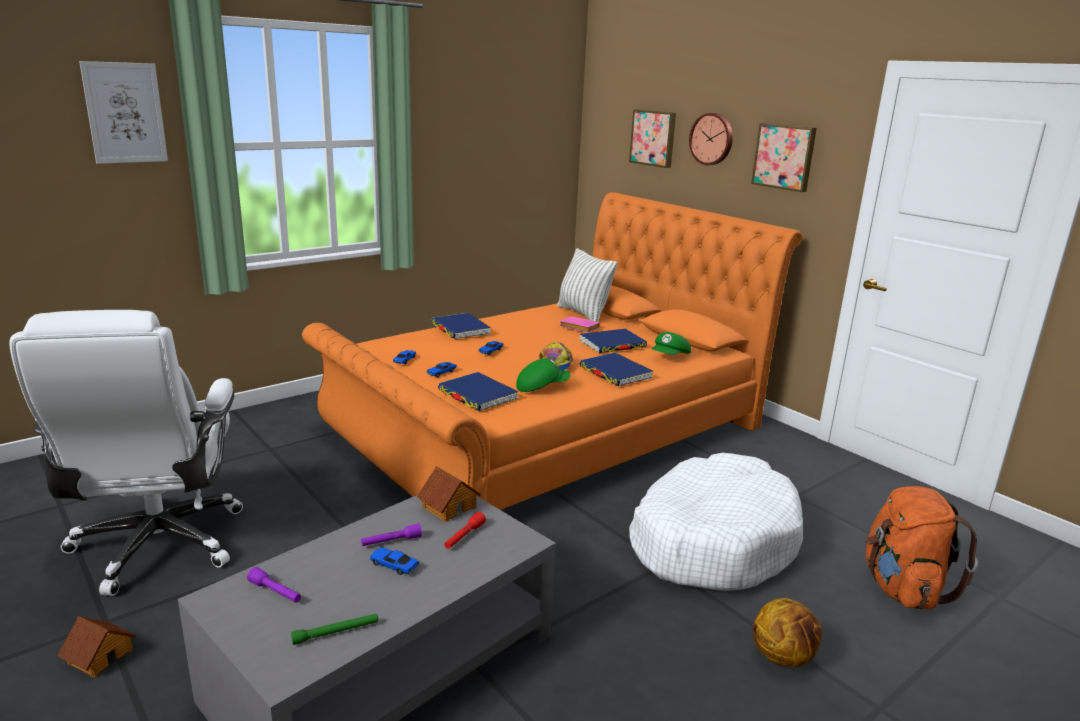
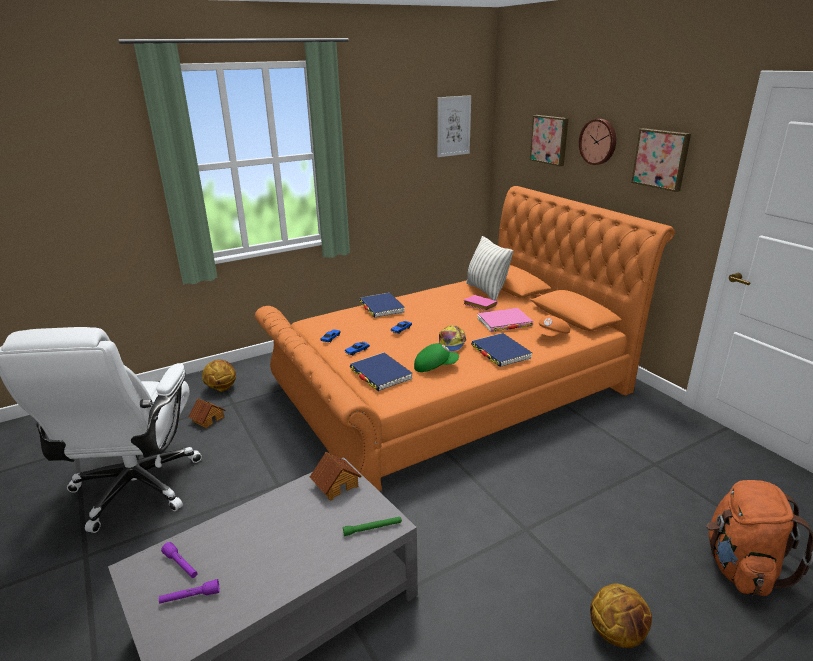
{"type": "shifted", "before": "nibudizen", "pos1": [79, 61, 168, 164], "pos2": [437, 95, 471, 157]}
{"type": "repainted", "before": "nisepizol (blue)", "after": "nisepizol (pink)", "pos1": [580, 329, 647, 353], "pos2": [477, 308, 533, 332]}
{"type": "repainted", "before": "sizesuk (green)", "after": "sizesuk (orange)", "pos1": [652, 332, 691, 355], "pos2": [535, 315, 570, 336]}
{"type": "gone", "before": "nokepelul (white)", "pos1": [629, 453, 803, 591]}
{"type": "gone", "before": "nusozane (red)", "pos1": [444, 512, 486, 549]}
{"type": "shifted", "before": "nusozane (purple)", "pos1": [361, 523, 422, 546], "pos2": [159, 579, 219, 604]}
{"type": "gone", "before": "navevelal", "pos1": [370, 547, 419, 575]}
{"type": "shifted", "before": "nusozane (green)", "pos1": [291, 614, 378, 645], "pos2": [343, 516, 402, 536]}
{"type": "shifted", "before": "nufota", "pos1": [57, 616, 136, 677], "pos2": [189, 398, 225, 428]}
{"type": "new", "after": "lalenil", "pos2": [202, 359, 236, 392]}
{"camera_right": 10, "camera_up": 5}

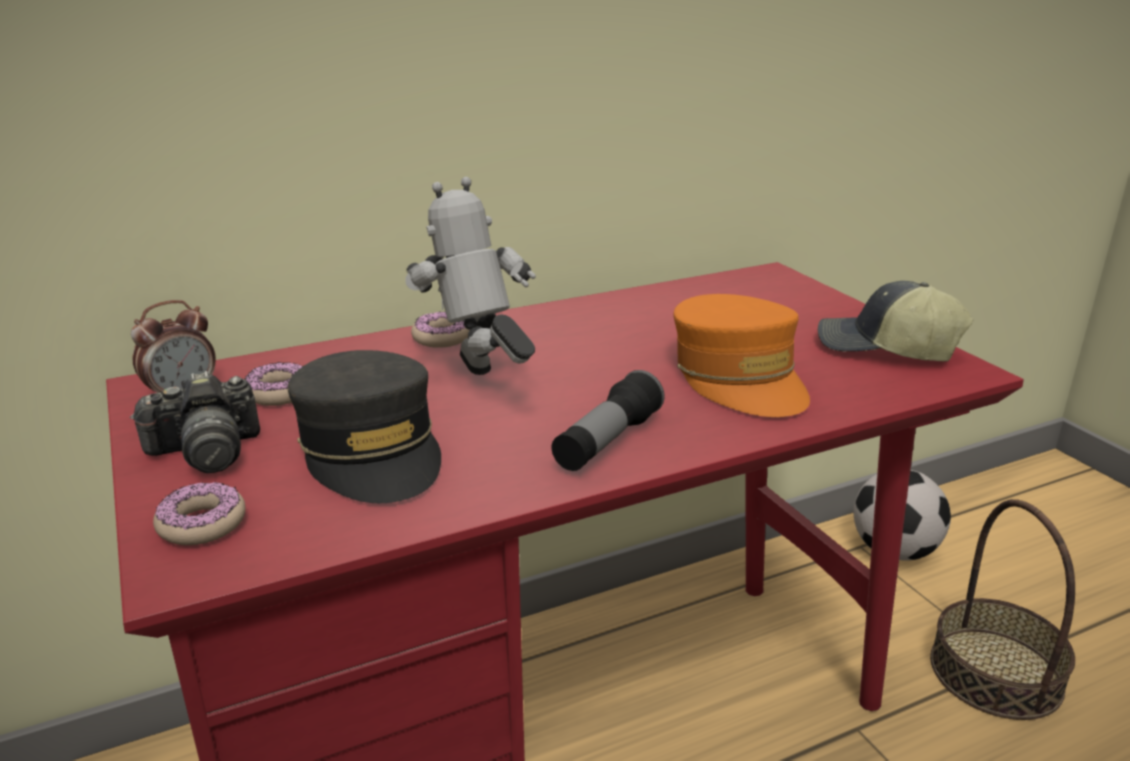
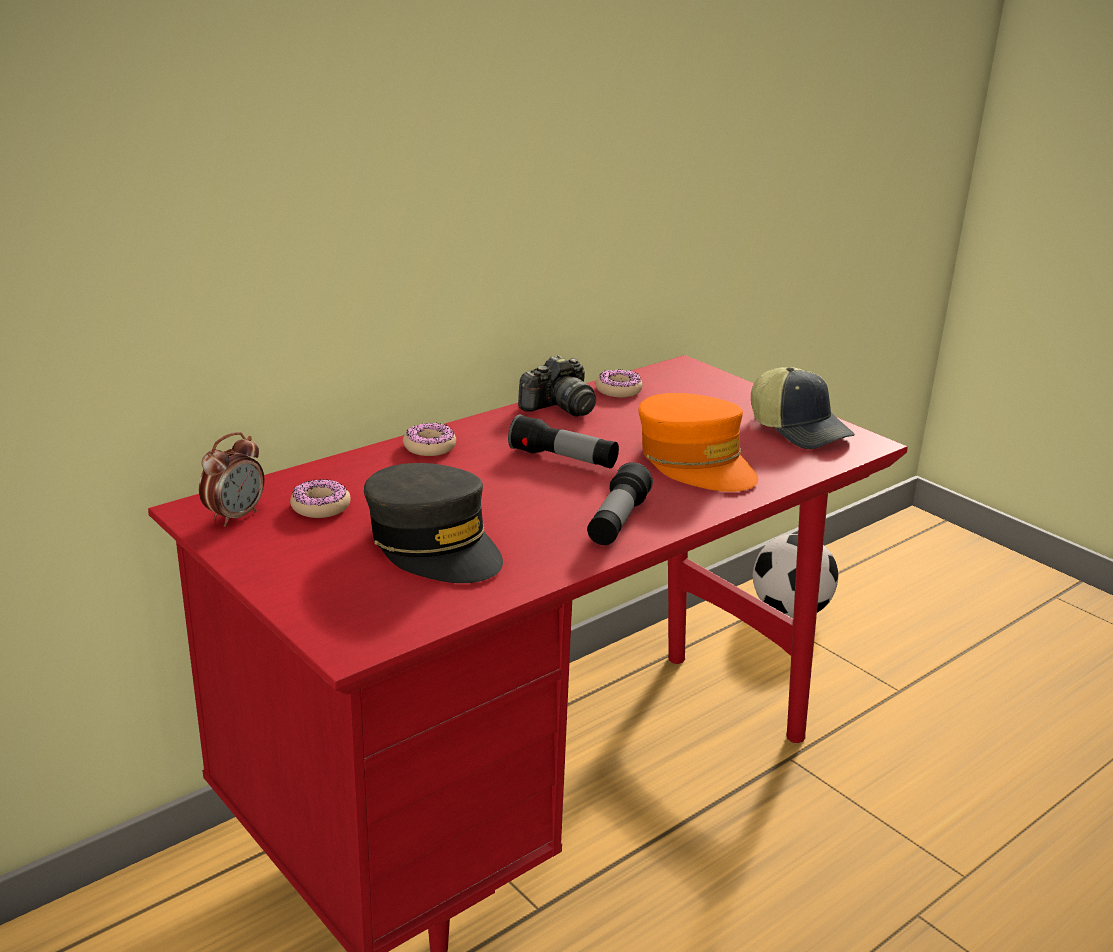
{"type": "gone", "before": "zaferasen", "pos1": [405, 177, 536, 375]}
{"type": "rotated", "before": "sizesuk", "pos1": [818, 281, 974, 361], "pos2": [751, 367, 855, 449], "turn": -135}
{"type": "shifted", "before": "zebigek", "pos1": [130, 371, 260, 473], "pos2": [518, 355, 596, 416]}
{"type": "shifted", "before": "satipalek", "pos1": [153, 482, 245, 545], "pos2": [595, 370, 643, 397]}
{"type": "gone", "before": "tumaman", "pos1": [930, 499, 1075, 720]}
{"type": "new", "after": "nusozane", "pos2": [508, 414, 619, 468]}
{"camera_right": -15, "camera_up": 0}

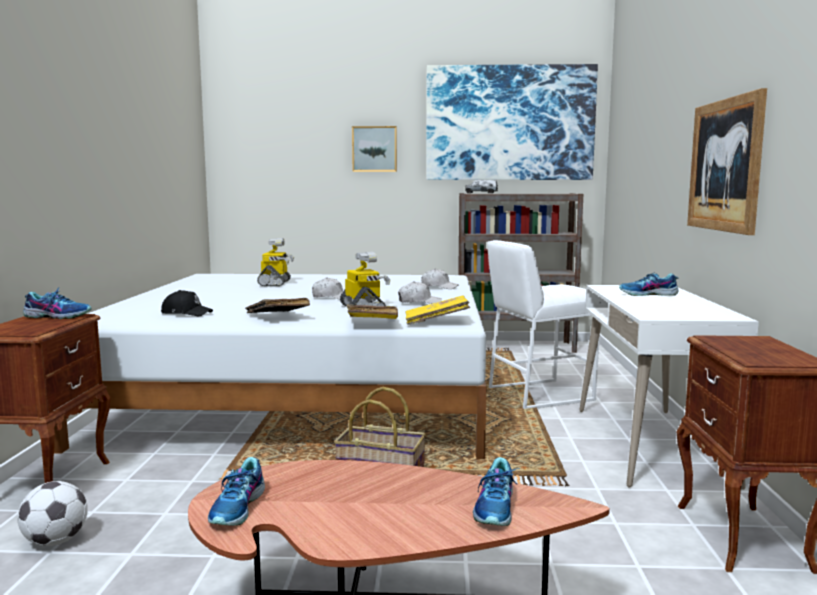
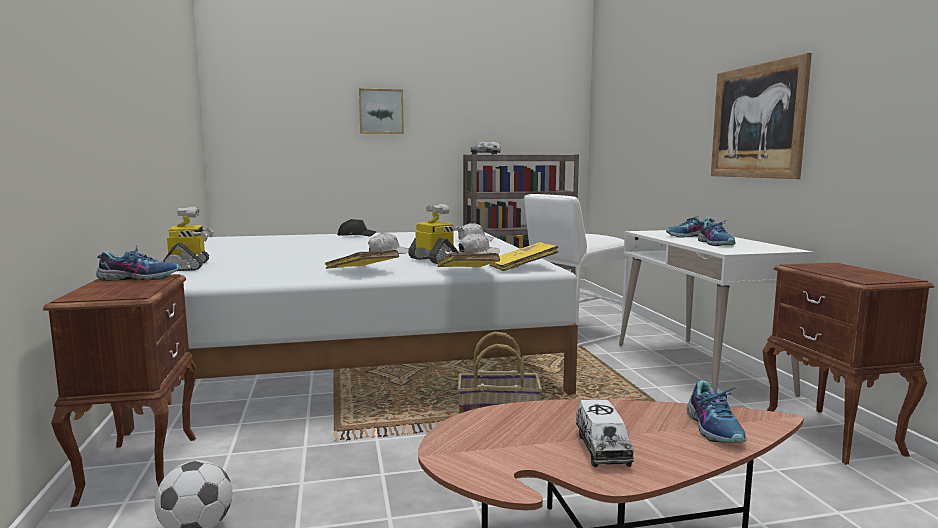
{"type": "gone", "before": "nibudizen", "pos1": [426, 64, 598, 180]}
{"type": "shifted", "before": "zaferasen", "pos1": [257, 238, 294, 286], "pos2": [163, 207, 213, 271]}
{"type": "shifted", "before": "sizesuk (black)", "pos1": [161, 290, 213, 317], "pos2": [337, 219, 376, 236]}
{"type": "repainted", "before": "nisepizol (black)", "after": "nisepizol (yellow)", "pos1": [245, 298, 310, 313], "pos2": [325, 249, 399, 269]}
{"type": "shifted", "before": "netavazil", "pos1": [208, 457, 265, 526], "pos2": [698, 220, 736, 246]}
{"type": "new", "after": "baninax", "pos2": [576, 399, 634, 467]}
{"camera_right": -15, "camera_up": 0}

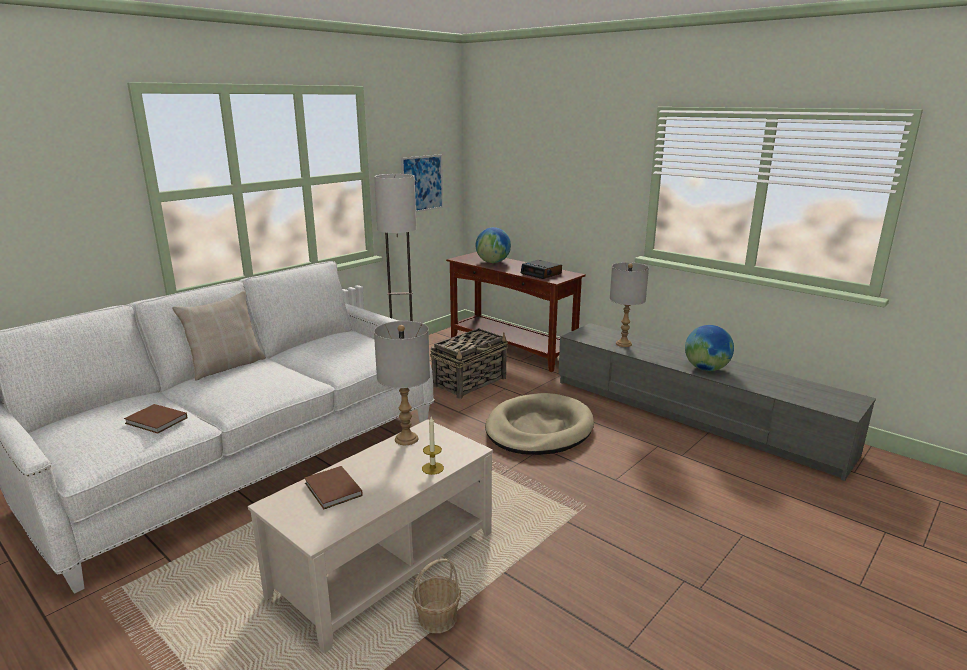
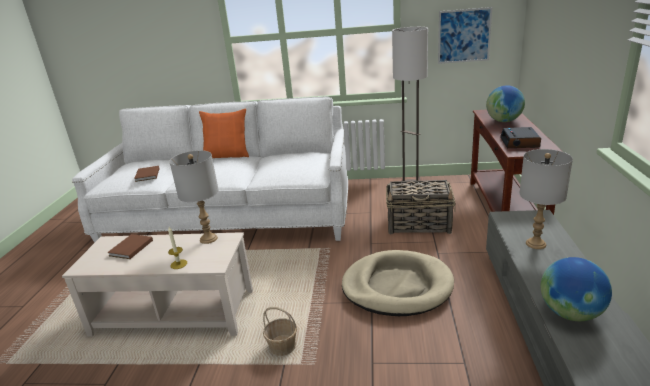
{"type": "repainted", "before": "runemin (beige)", "after": "runemin (orange)", "pos1": [172, 291, 266, 381], "pos2": [199, 109, 249, 158]}
{"type": "shifted", "before": "tumaman", "pos1": [412, 559, 461, 633], "pos2": [263, 307, 297, 356]}
{"camera_right": 55, "camera_up": 5}

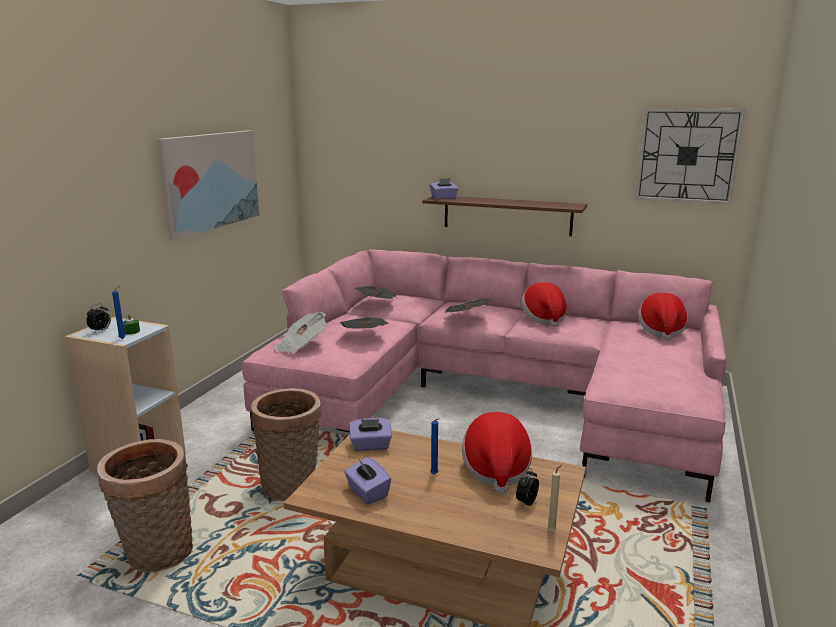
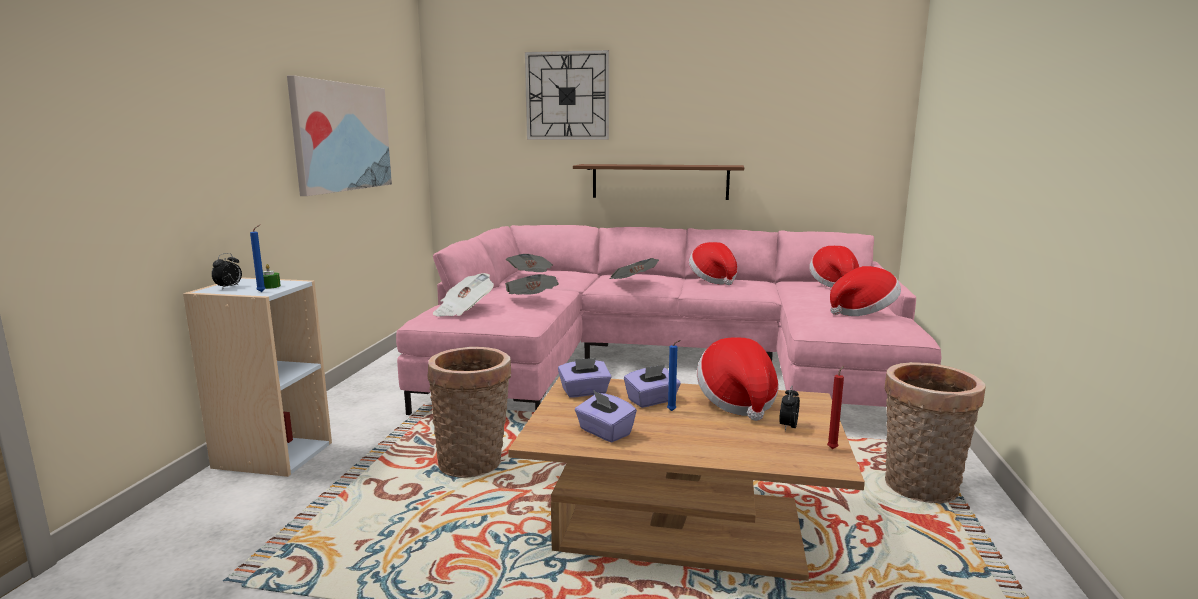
{"type": "shifted", "before": "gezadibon", "pos1": [635, 108, 745, 205], "pos2": [525, 50, 609, 140]}
{"type": "shifted", "before": "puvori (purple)", "pos1": [430, 178, 459, 199], "pos2": [624, 365, 681, 408]}
{"type": "shifted", "before": "tumaman", "pos1": [97, 439, 193, 573], "pos2": [884, 362, 986, 504]}
{"type": "repainted", "before": "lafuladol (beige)", "after": "lafuladol (red)", "pos1": [547, 464, 562, 532], "pos2": [827, 366, 844, 449]}
{"type": "new", "after": "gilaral", "pos2": [830, 266, 901, 316]}
{"camera_right": -10, "camera_up": -5}

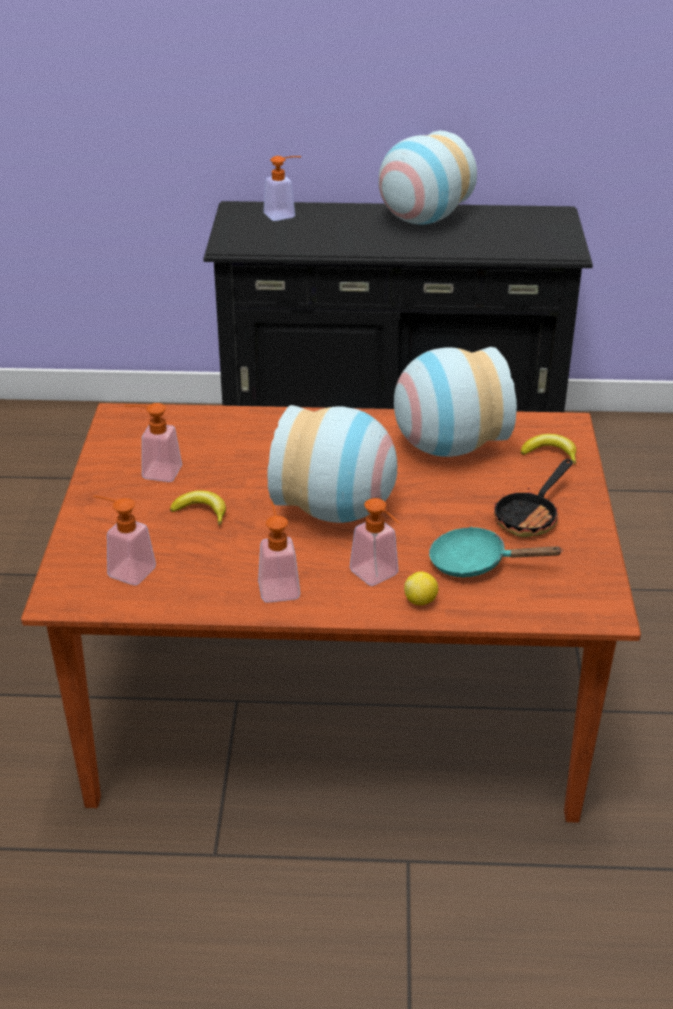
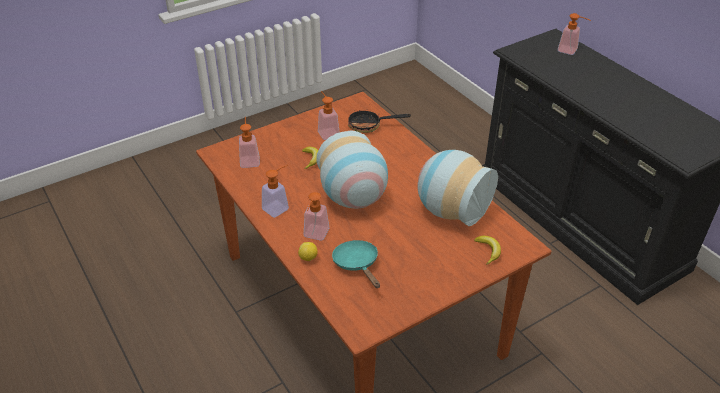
{"type": "gone", "before": "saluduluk", "pos1": [378, 130, 477, 225]}
{"type": "shifted", "before": "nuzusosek", "pos1": [494, 459, 573, 537], "pos2": [348, 109, 411, 133]}
{"camera_right": 55, "camera_up": 5}

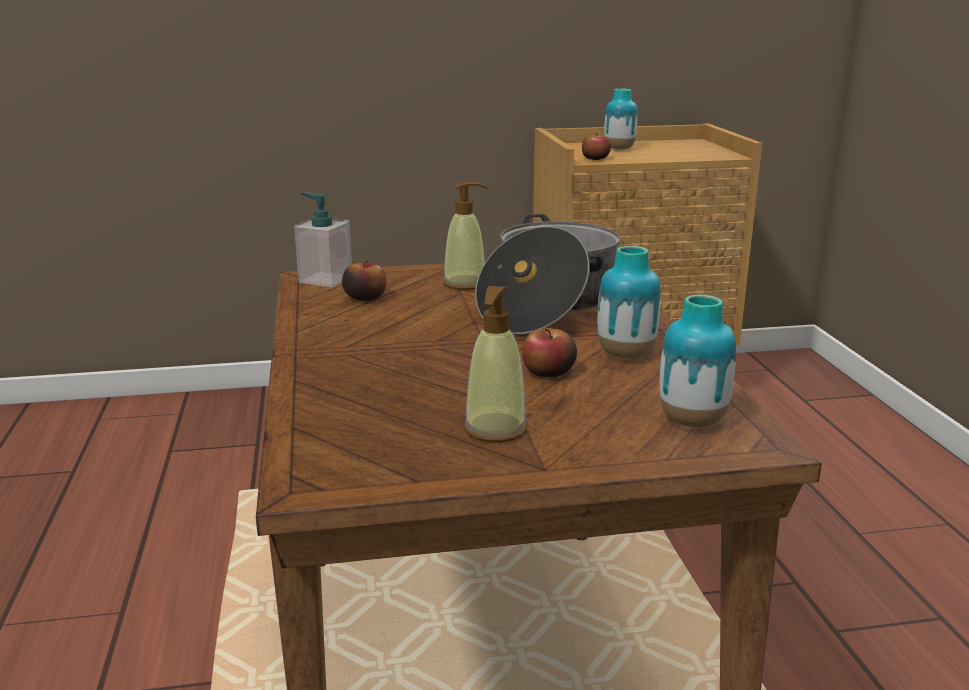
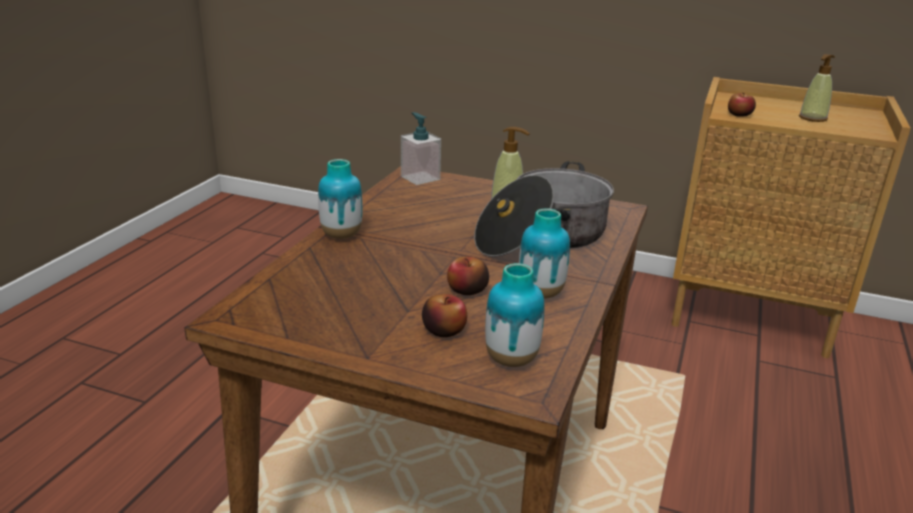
{"type": "shifted", "before": "saluduluk", "pos1": [604, 89, 638, 150], "pos2": [318, 159, 363, 239]}
{"type": "shifted", "before": "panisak", "pos1": [342, 260, 387, 301], "pos2": [422, 294, 467, 337]}
{"type": "shifted", "before": "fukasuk", "pos1": [464, 286, 527, 442], "pos2": [799, 54, 835, 122]}
{"camera_right": 30, "camera_up": 5}

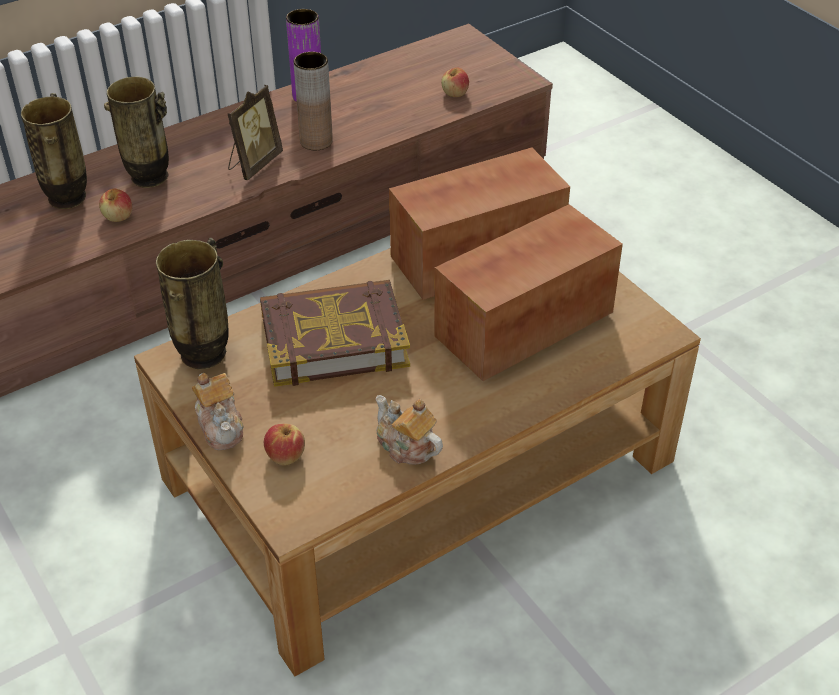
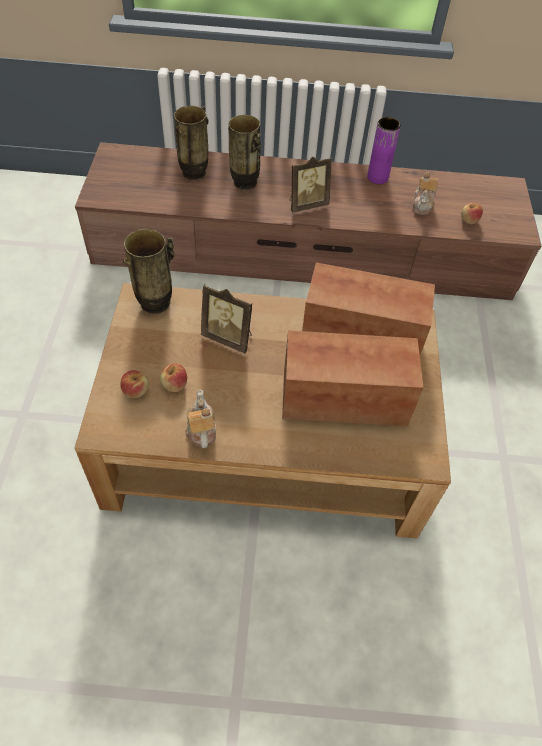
{"type": "gone", "before": "saluduluk (brown)", "pos1": [293, 52, 333, 150]}
{"type": "shifted", "before": "panisak", "pos1": [99, 188, 132, 222], "pos2": [160, 363, 187, 392]}
{"type": "swapped", "before": "nisepizol", "after": "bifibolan", "pos1": [260, 280, 410, 387], "pos2": [201, 284, 252, 353]}
{"type": "shifted", "before": "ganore", "pos1": [191, 373, 243, 450], "pos2": [412, 172, 438, 215]}
{"camera_right": 35, "camera_up": 10}

